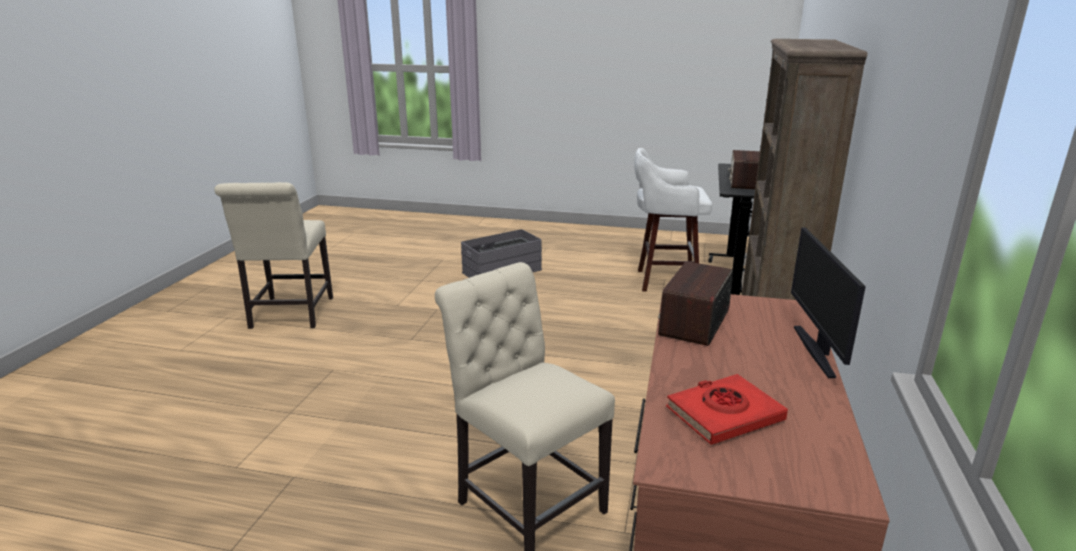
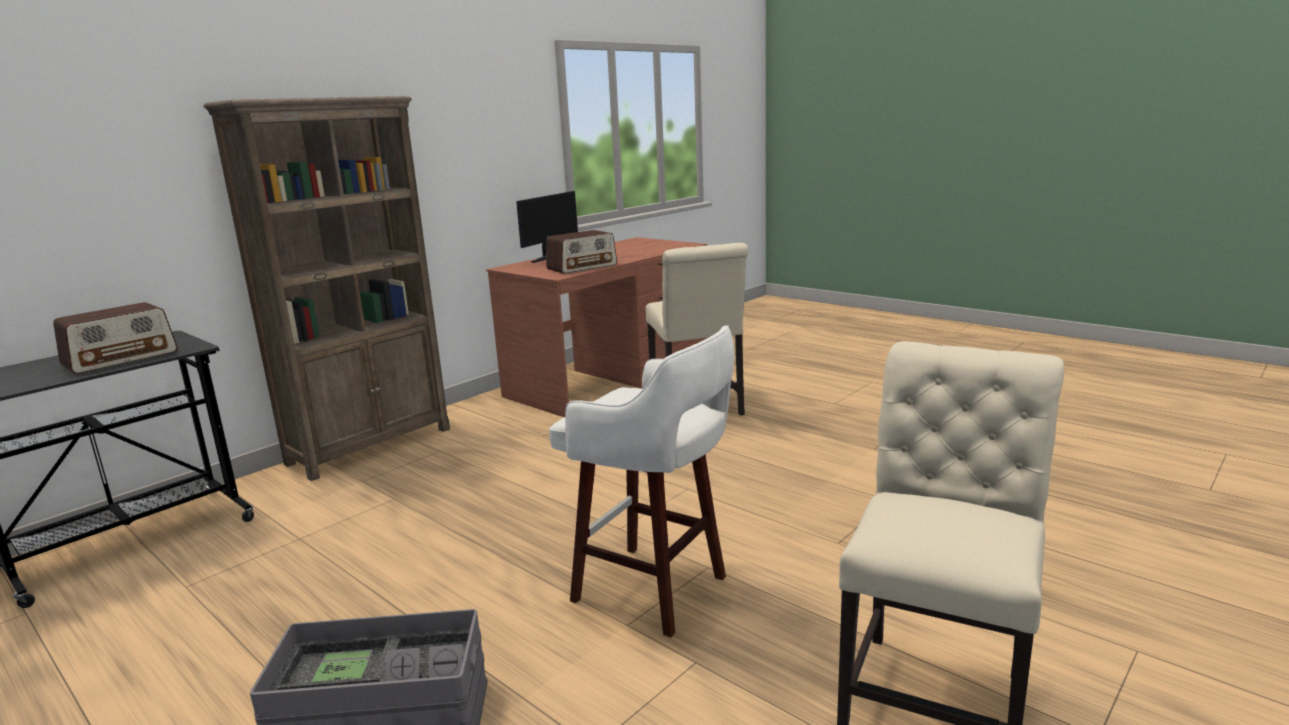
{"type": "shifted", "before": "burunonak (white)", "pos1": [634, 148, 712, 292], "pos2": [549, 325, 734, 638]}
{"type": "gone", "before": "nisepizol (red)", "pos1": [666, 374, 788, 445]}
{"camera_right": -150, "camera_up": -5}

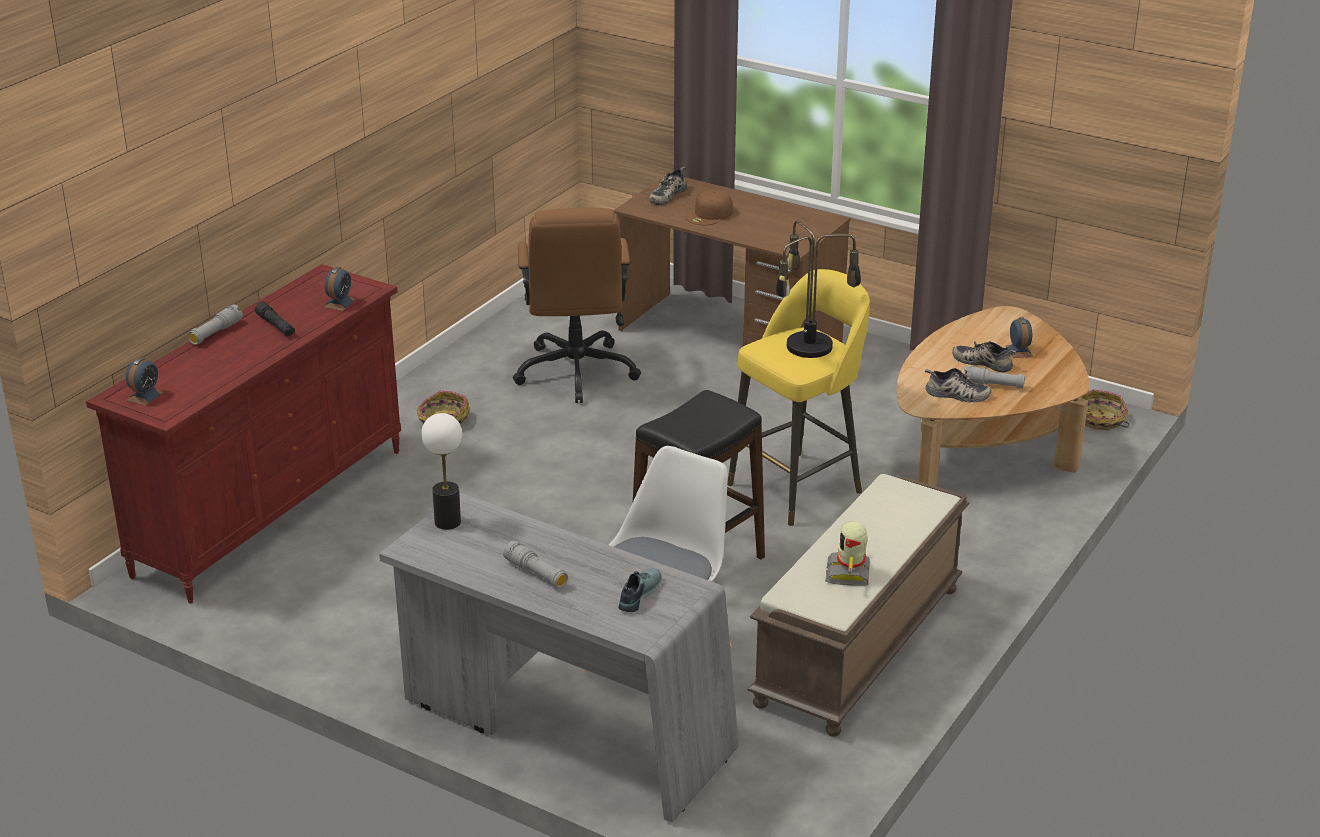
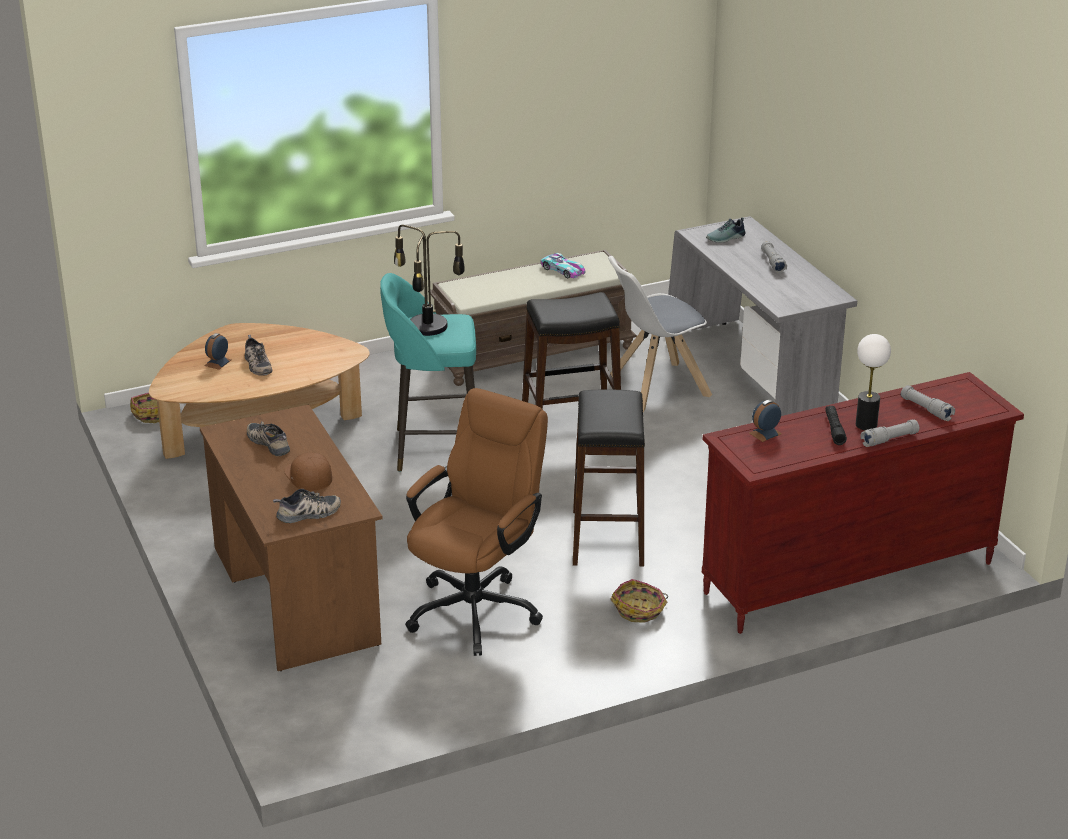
{"type": "rotated", "before": "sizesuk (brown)", "pos1": [685, 189, 733, 225], "pos2": [284, 452, 332, 491], "turn": -105}
{"type": "repainted", "before": "burunonak (yellow)", "after": "burunonak (turquoise)", "pos1": [727, 269, 870, 526], "pos2": [380, 273, 476, 472]}
{"type": "gone", "before": "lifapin", "pos1": [126, 357, 164, 406]}
{"type": "shifted", "before": "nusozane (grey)", "pos1": [964, 366, 1025, 389], "pos2": [901, 385, 955, 421]}
{"type": "shifted", "before": "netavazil", "pos1": [925, 368, 991, 402], "pos2": [247, 421, 290, 456]}
{"type": "shifted", "before": "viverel", "pos1": [421, 413, 462, 530], "pos2": [856, 334, 891, 430]}
{"type": "swapped", "before": "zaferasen", "after": "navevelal", "pos1": [825, 521, 870, 586], "pos2": [541, 253, 585, 278]}
{"type": "new", "after": "burunonak (black)", "pos2": [573, 390, 645, 566]}
{"camera_right": -145, "camera_up": 0}

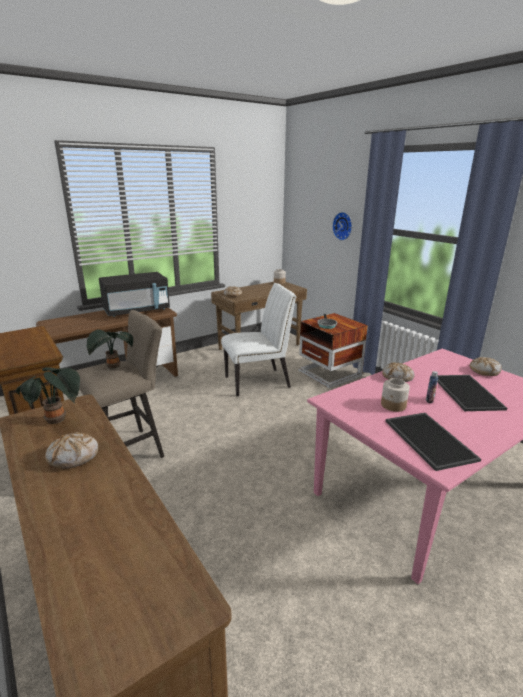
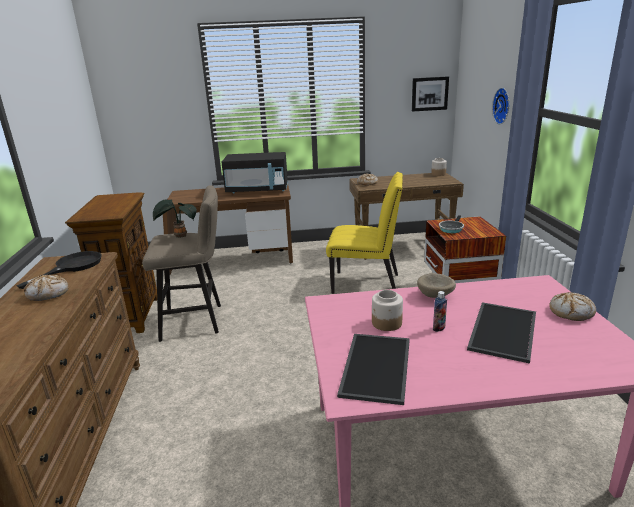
{"type": "repainted", "before": "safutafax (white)", "after": "safutafax (yellow)", "pos1": [221, 283, 296, 396], "pos2": [326, 172, 403, 294]}
{"type": "swapped", "before": "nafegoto", "after": "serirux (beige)", "pos1": [382, 362, 415, 382], "pos2": [417, 273, 456, 298]}
{"type": "swapped", "before": "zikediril", "after": "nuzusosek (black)", "pos1": [16, 367, 80, 424], "pos2": [16, 251, 102, 289]}
{"type": "new", "after": "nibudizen", "pos2": [412, 76, 449, 112]}
{"camera_right": 30, "camera_up": 0}

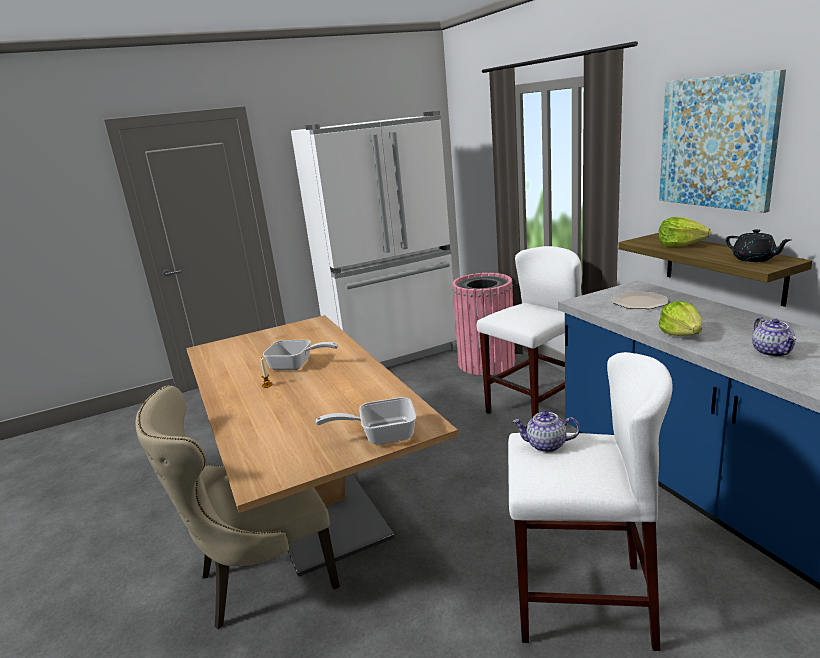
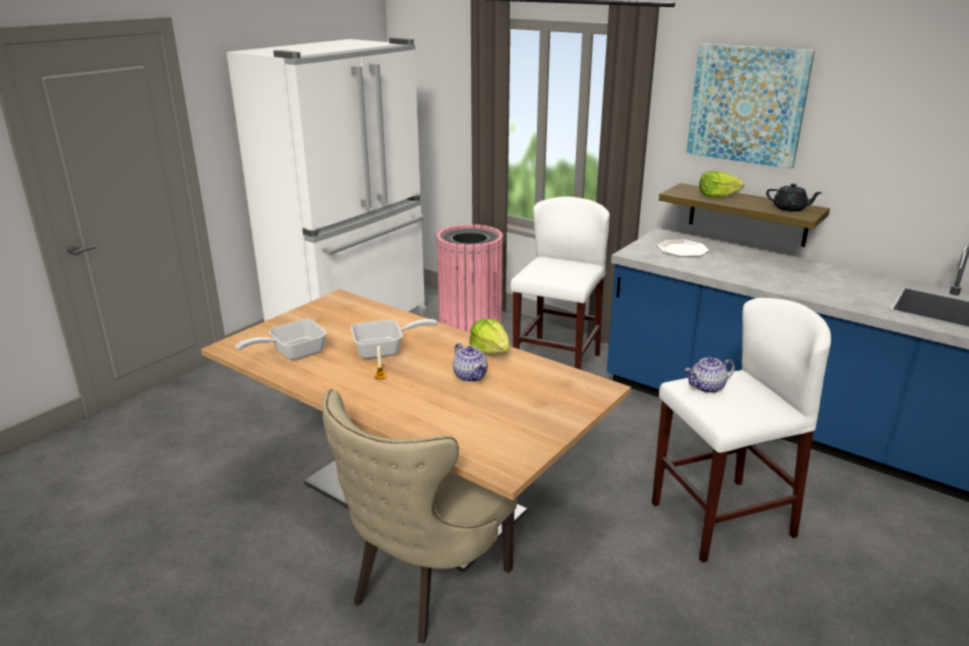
{"type": "shifted", "before": "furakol", "pos1": [659, 301, 702, 336], "pos2": [469, 318, 510, 354]}
{"type": "shifted", "before": "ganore", "pos1": [752, 317, 797, 357], "pos2": [453, 343, 488, 382]}
{"type": "shifted", "before": "nuzusosek", "pos1": [316, 397, 416, 444], "pos2": [236, 319, 327, 360]}
{"camera_right": -30, "camera_up": 5}

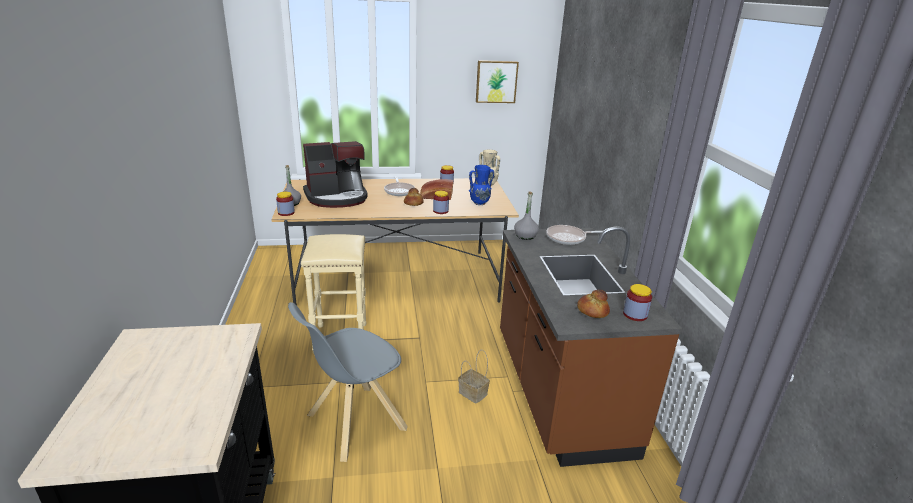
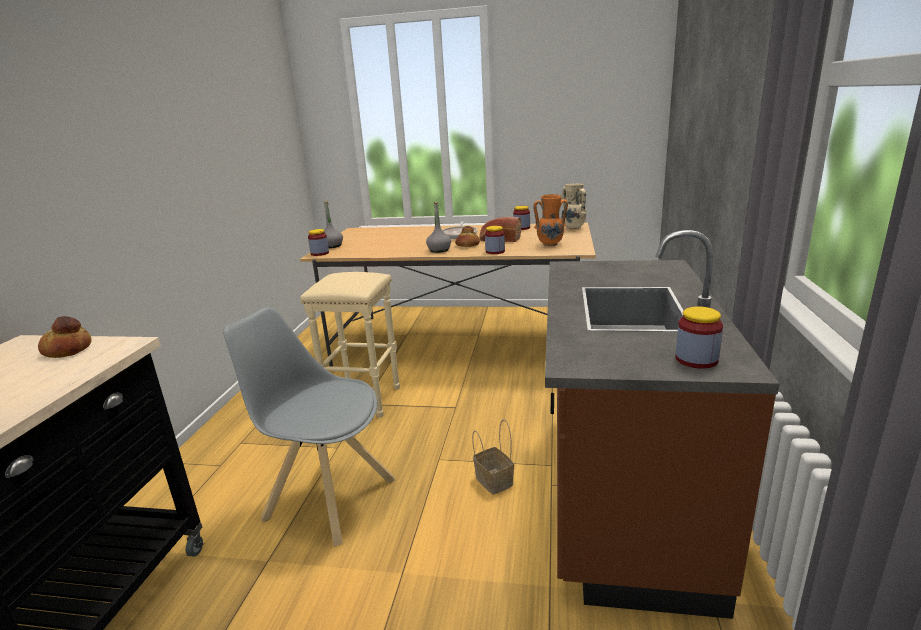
{"type": "gone", "before": "nibudizen", "pos1": [476, 60, 519, 103]}
{"type": "gone", "before": "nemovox", "pos1": [303, 141, 367, 208]}
{"type": "repainted", "before": "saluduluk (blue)", "after": "saluduluk (orange)", "pos1": [469, 165, 494, 205], "pos2": [533, 194, 568, 246]}
{"type": "shifted", "before": "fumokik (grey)", "pos1": [514, 191, 539, 240], "pos2": [426, 202, 451, 253]}
{"type": "gone", "before": "nuzusosek", "pos1": [546, 225, 603, 245]}
{"type": "shifted", "before": "nafegoto", "pos1": [577, 289, 610, 318], "pos2": [38, 316, 92, 358]}
{"type": "rotated", "before": "safutafax (grey)", "pos1": [288, 302, 408, 462], "pos2": [223, 307, 396, 546], "turn": 45}
{"camera_right": 20, "camera_up": -5}

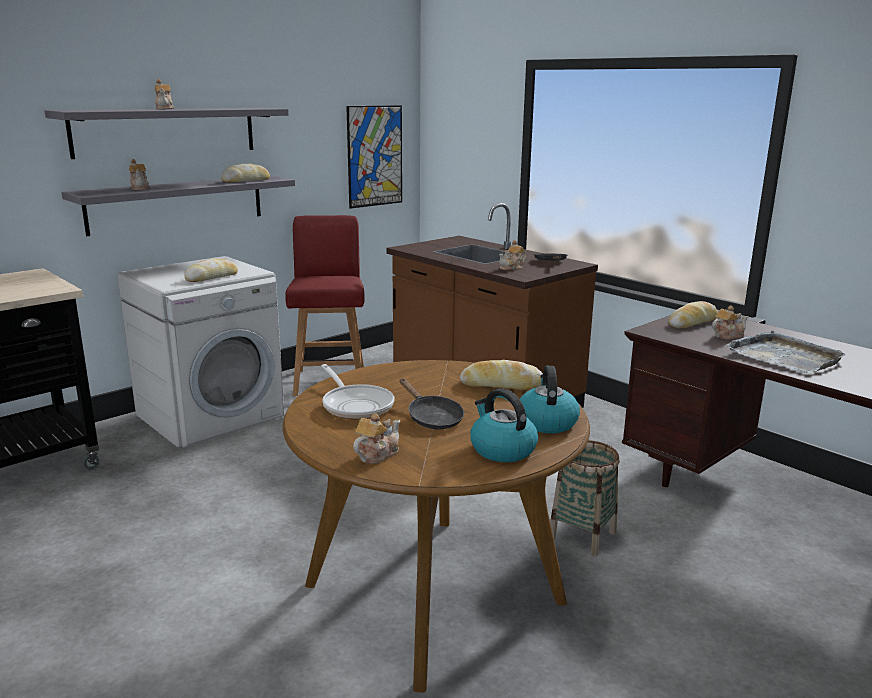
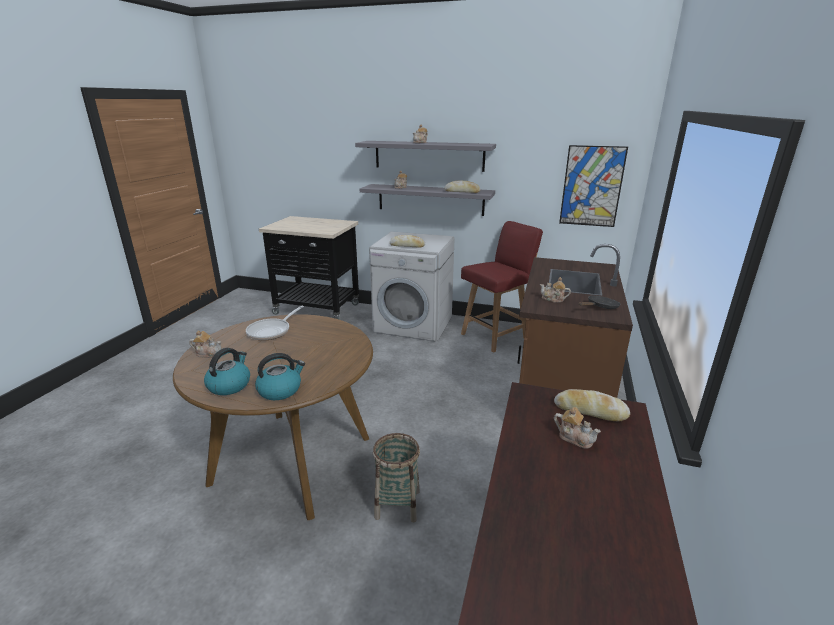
{"type": "gone", "before": "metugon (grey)", "pos1": [726, 330, 846, 374]}
{"type": "gone", "before": "nafegoto", "pos1": [460, 360, 543, 390]}
{"type": "gone", "before": "nuzusosek (black)", "pos1": [400, 378, 464, 429]}
{"camera_right": 60, "camera_up": 5}

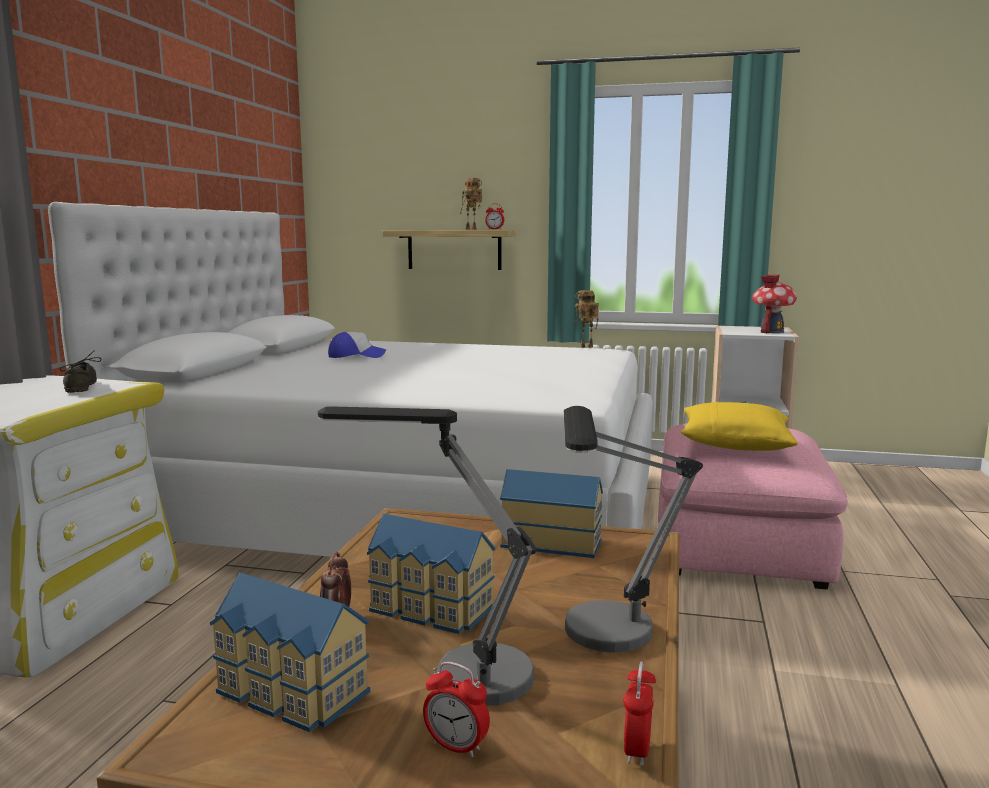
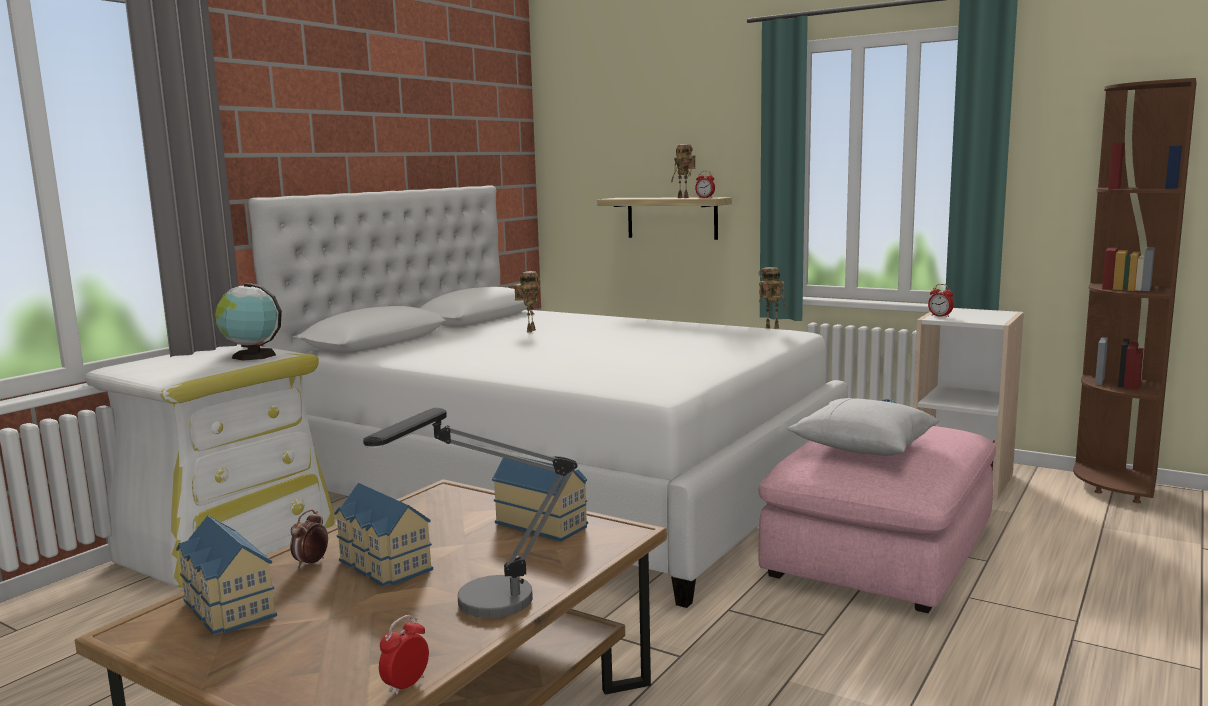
{"type": "gone", "before": "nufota", "pos1": [752, 274, 797, 333]}
{"type": "swapped", "before": "sizesuk", "after": "zaferasen", "pos1": [328, 332, 386, 358], "pos2": [514, 271, 540, 332]}
{"type": "swapped", "before": "netavazil (grey)", "after": "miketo", "pos1": [60, 351, 102, 393], "pos2": [215, 283, 282, 361]}
{"type": "repainted", "before": "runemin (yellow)", "after": "runemin (grey)", "pos1": [681, 402, 798, 451], "pos2": [788, 398, 939, 456]}
{"type": "gone", "before": "viverel", "pos1": [318, 406, 536, 706]}
{"type": "shifted", "before": "lifapin", "pos1": [423, 662, 490, 757], "pos2": [928, 284, 954, 318]}
{"type": "new", "after": "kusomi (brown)", "pos2": [1073, 78, 1196, 503]}
{"camera_right": 20, "camera_up": 0}

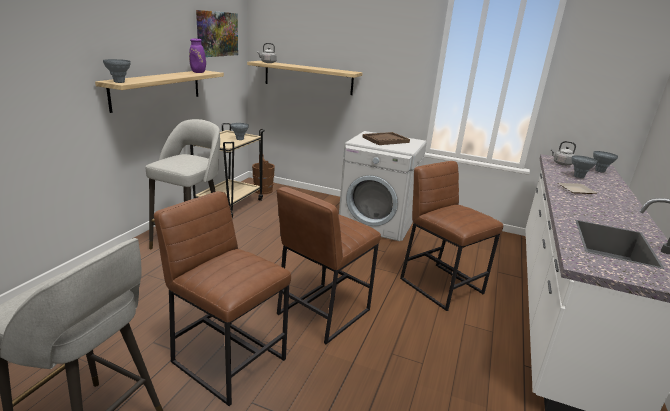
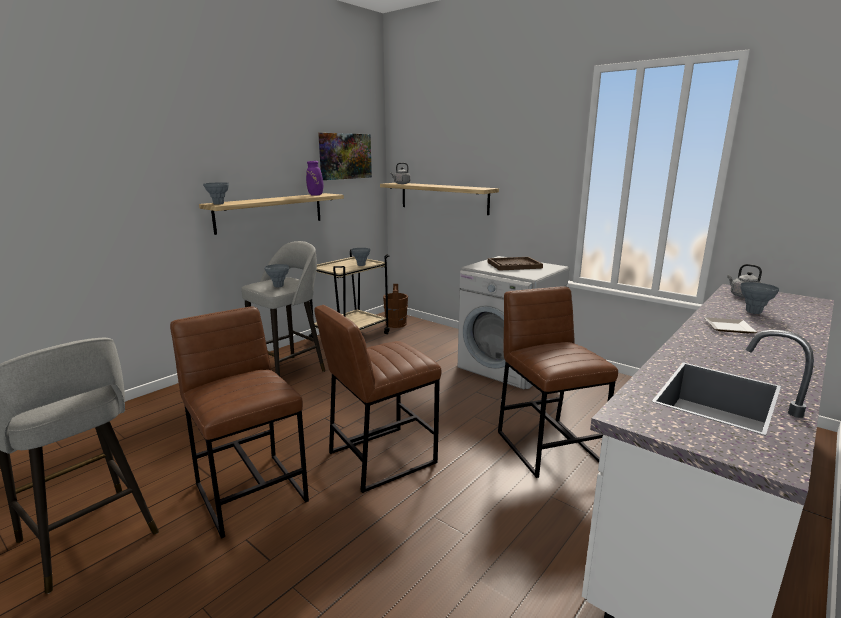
{"type": "shifted", "before": "saluduluk (grey)", "pos1": [593, 151, 618, 173], "pos2": [265, 264, 289, 287]}
{"camera_right": 20, "camera_up": -5}

